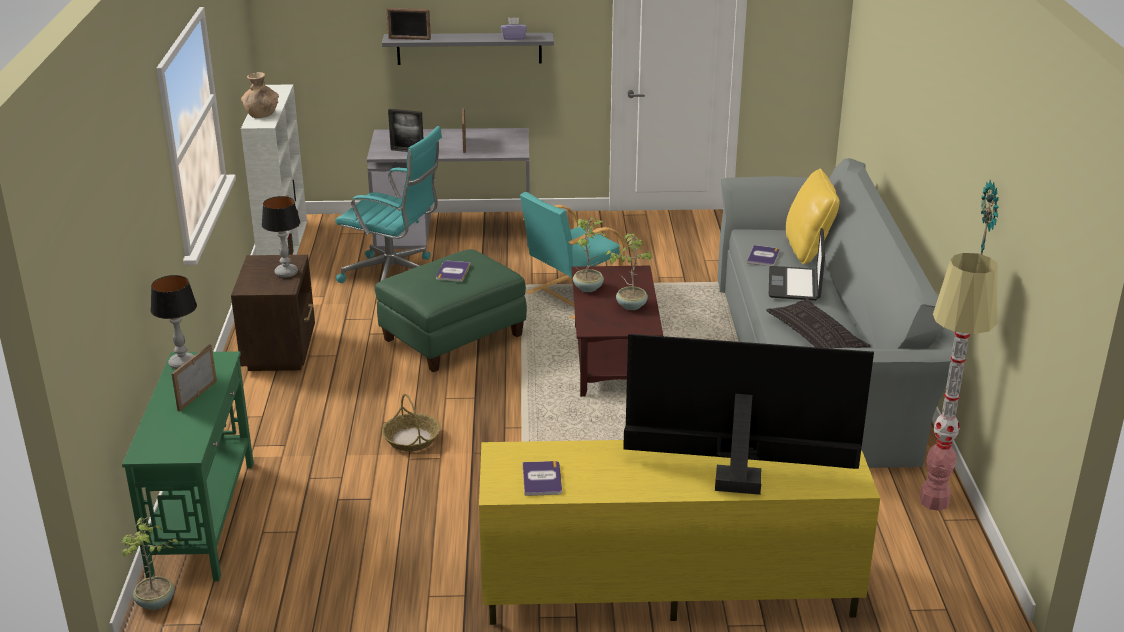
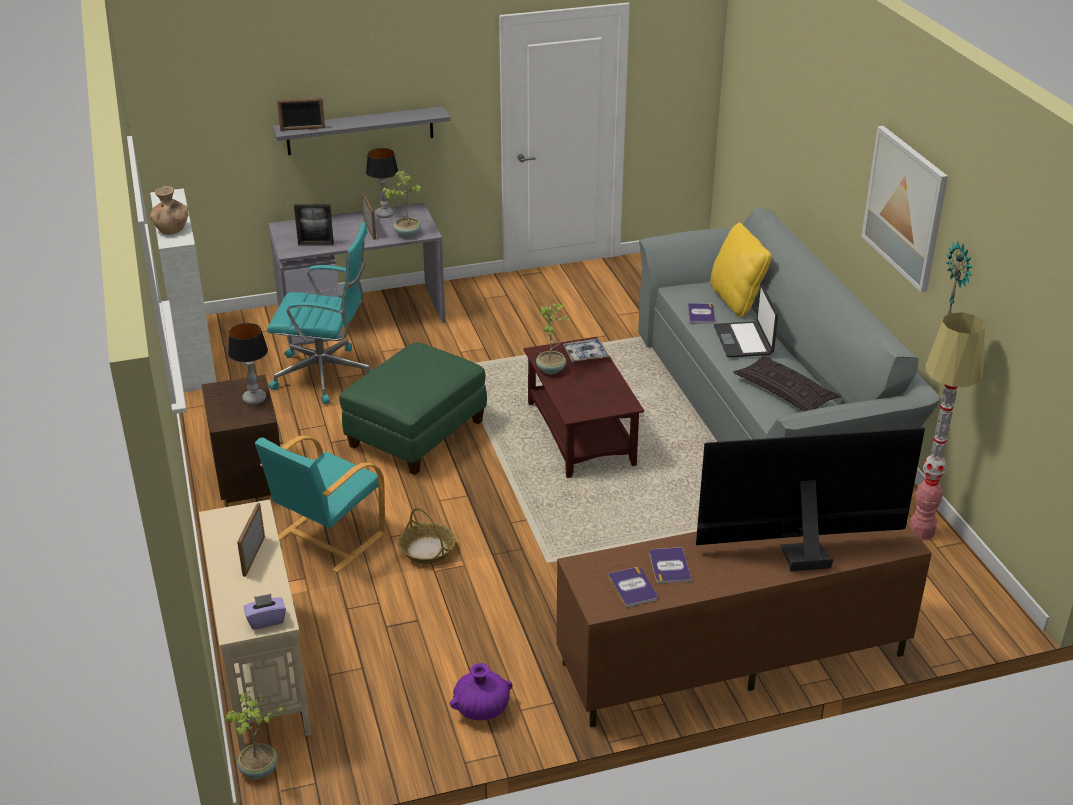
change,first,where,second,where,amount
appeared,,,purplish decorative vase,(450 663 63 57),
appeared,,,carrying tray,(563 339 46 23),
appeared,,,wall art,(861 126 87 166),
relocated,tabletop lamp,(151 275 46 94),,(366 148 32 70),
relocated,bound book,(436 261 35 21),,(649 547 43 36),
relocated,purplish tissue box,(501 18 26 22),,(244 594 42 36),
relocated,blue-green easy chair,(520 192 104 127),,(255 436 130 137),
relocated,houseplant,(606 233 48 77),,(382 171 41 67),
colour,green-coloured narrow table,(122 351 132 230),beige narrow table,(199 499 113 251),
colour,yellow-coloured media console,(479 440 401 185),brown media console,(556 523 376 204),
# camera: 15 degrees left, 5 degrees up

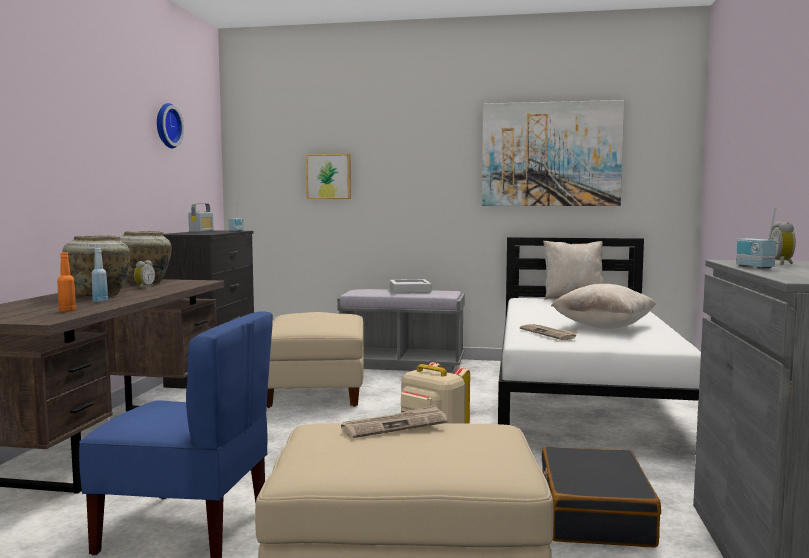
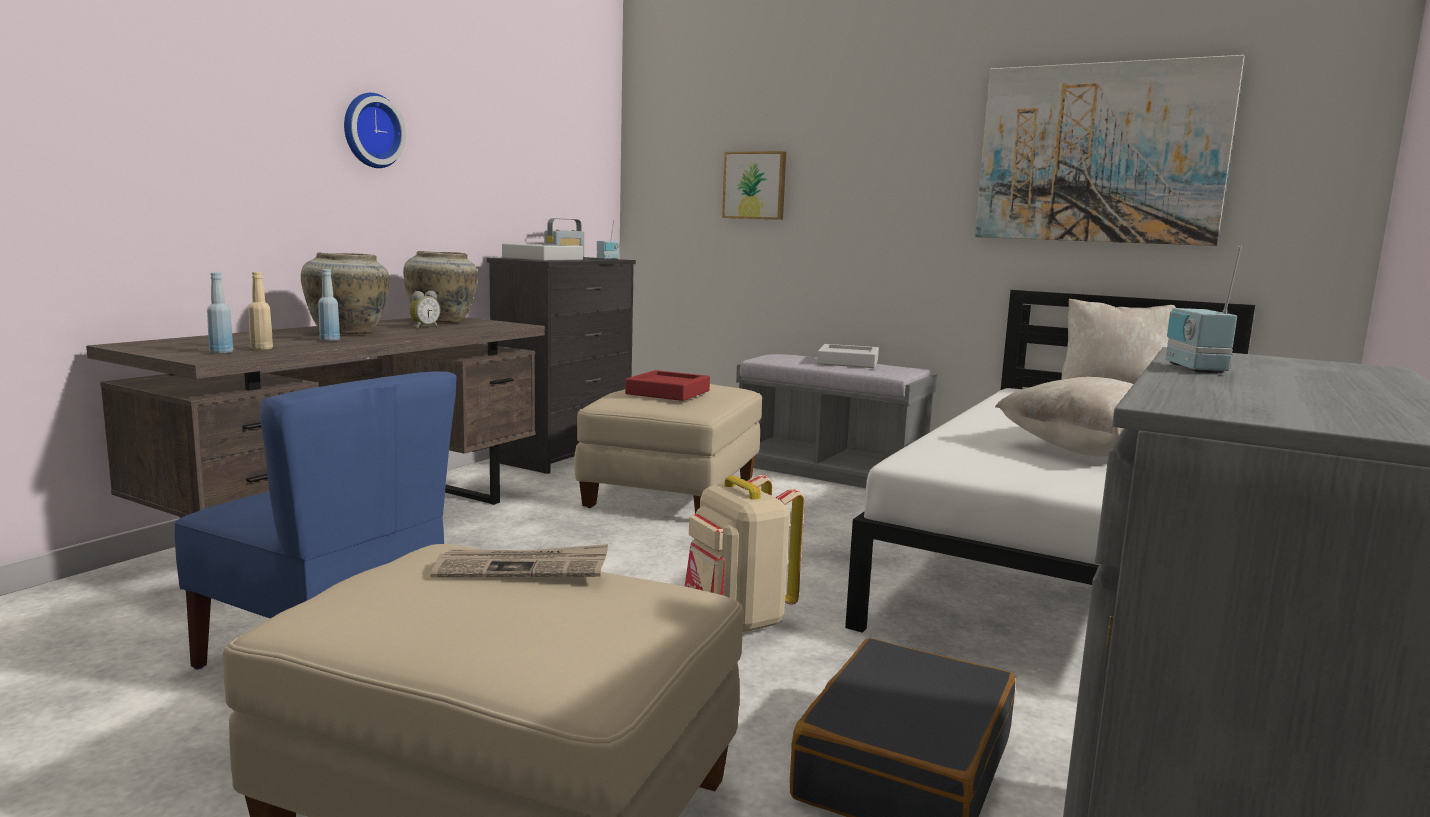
change,first,where,second,where,amount
missing,newspaper,(520 324 59 16),,,
missing,alarm clock,(770 222 26 43),,,
appeared,,,blue-coloured bottle,(207 272 26 82),
appeared,,,greyish carrying tray,(502 243 81 18),
appeared,,,reddish carrying tray,(625 370 85 31),
relocated,wall clock,(157 103 27 45),,(344 93 62 75),
colour,orange-coloured bottle,(57 252 19 60),beige bottle,(248 272 25 78),
# camera: 20 degrees right, 5 degrees up

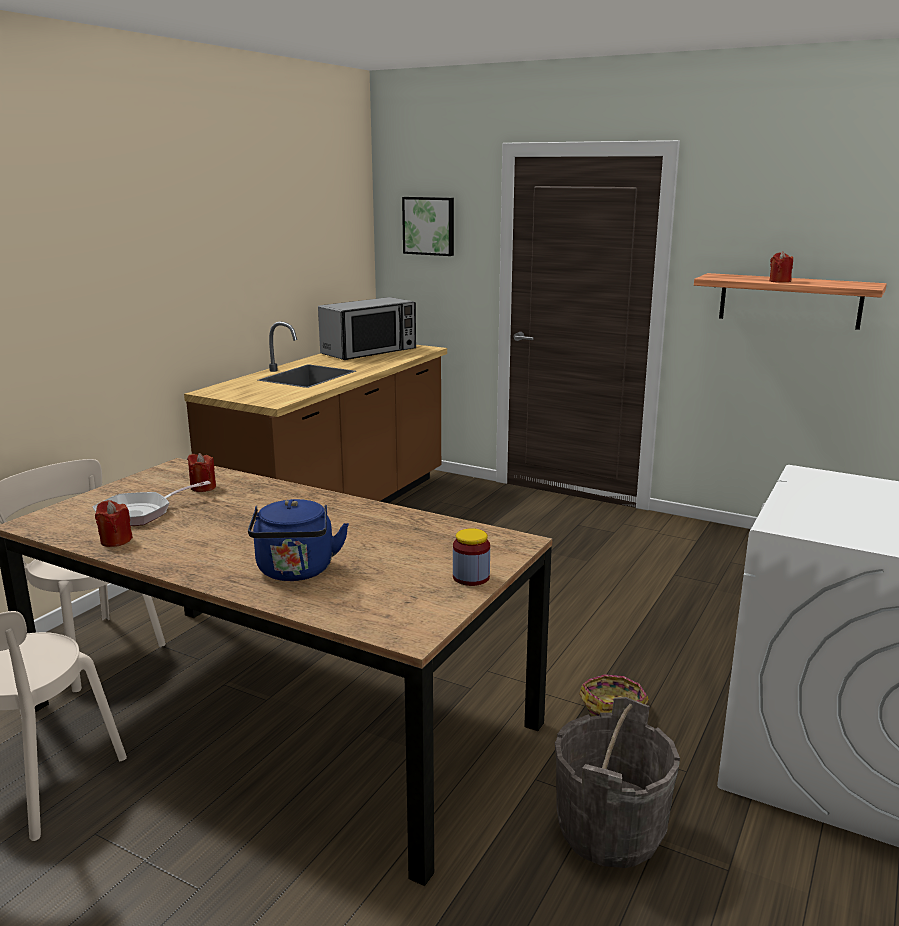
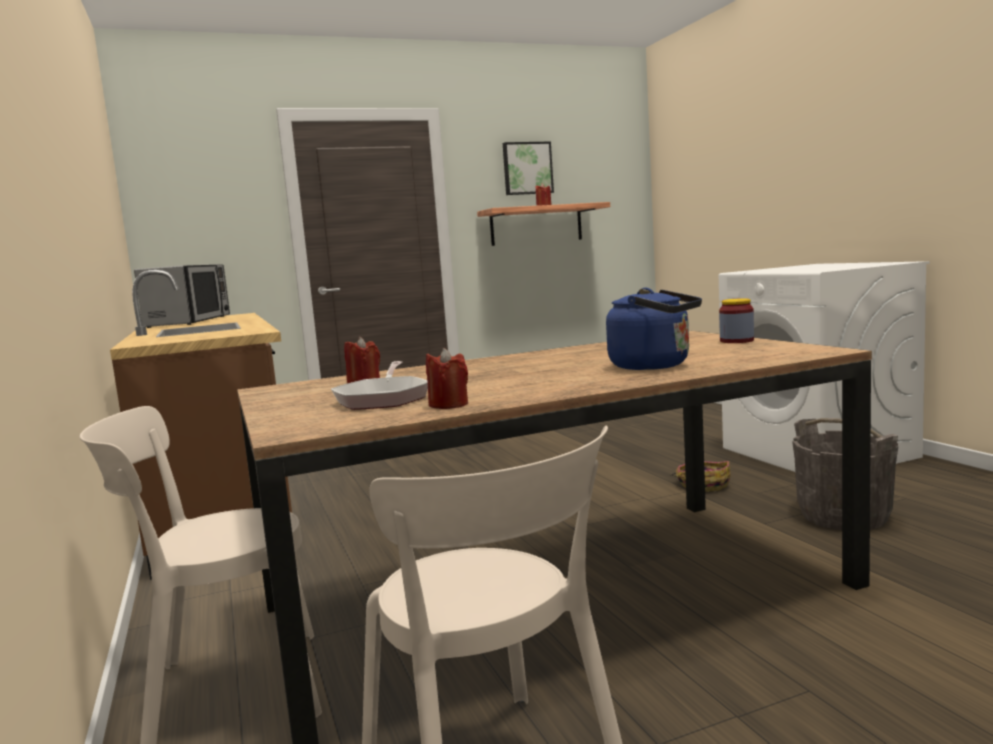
change,first,where,second,where,amount
relocated,wall art,(402 197 52 59),,(503 142 51 53),
# camera: 50 degrees left, 10 degrees down

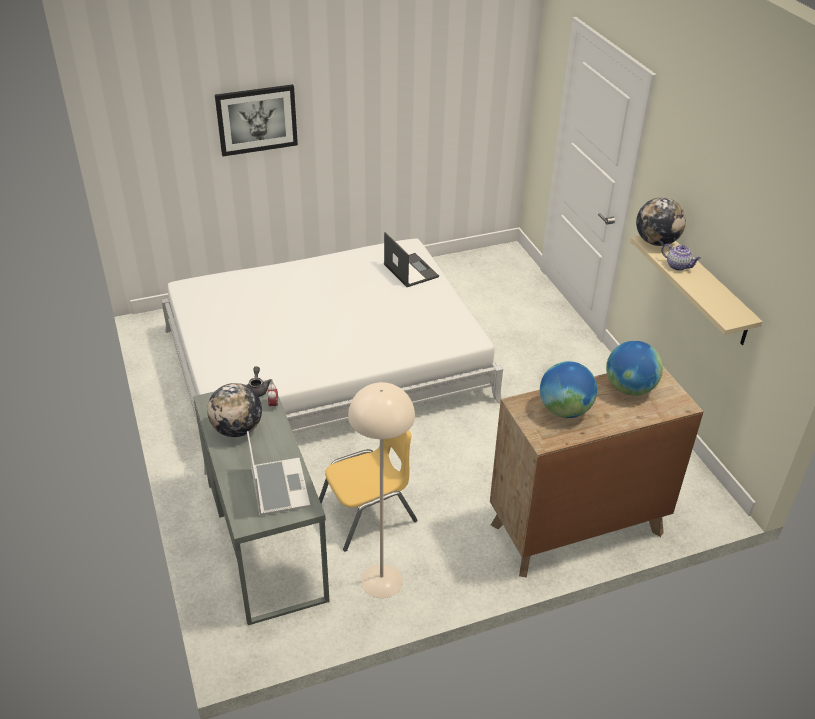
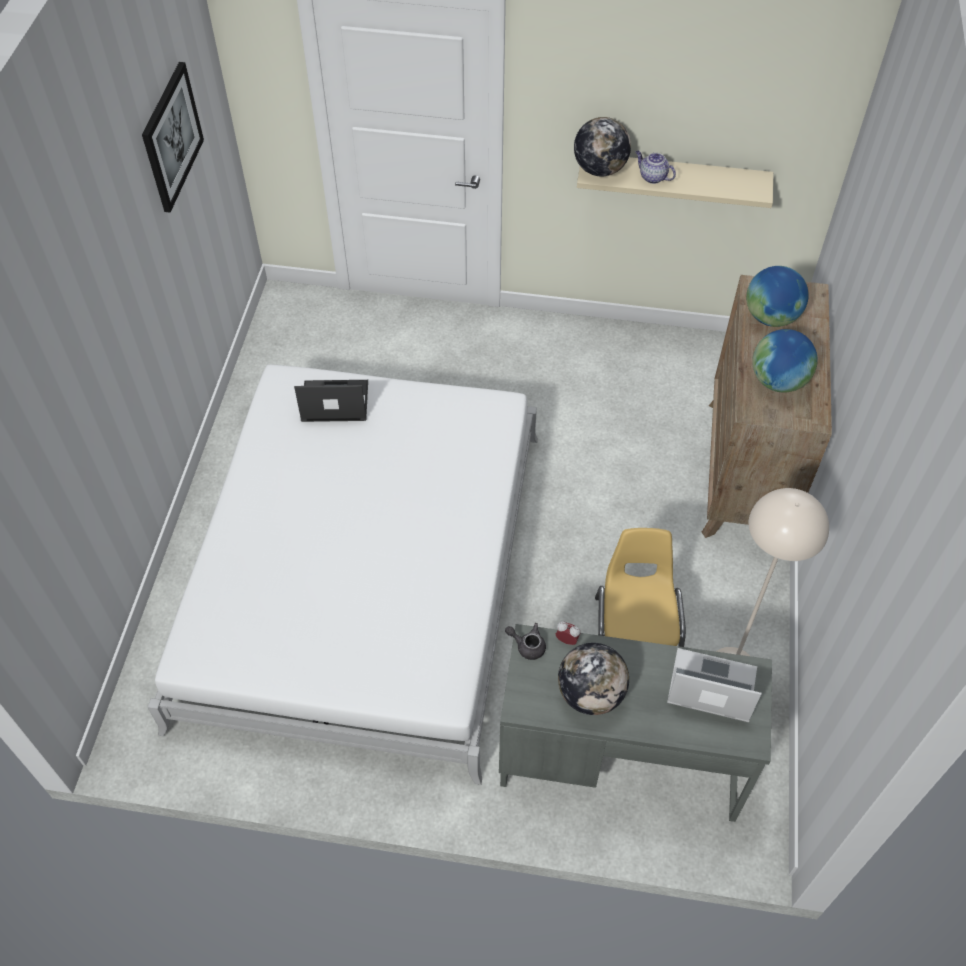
change,first,where,second,where,amount
relocated,wall art,(215 84 83 72),,(142 62 62 151),
spun,teapot,(661 244 40 27),,(636 151 40 33),120 degrees counterclockwise
# camera: 60 degrees left, 15 degrees up

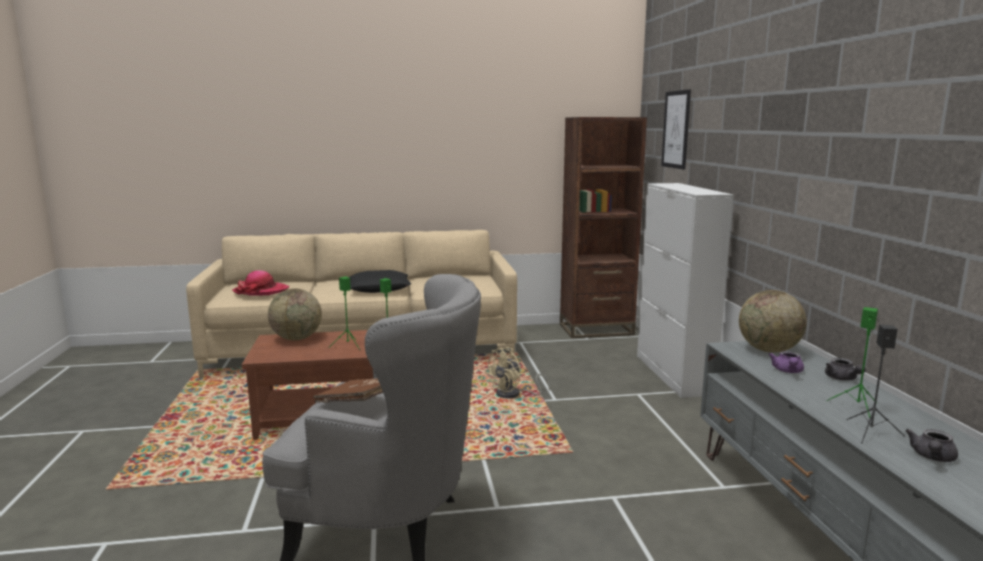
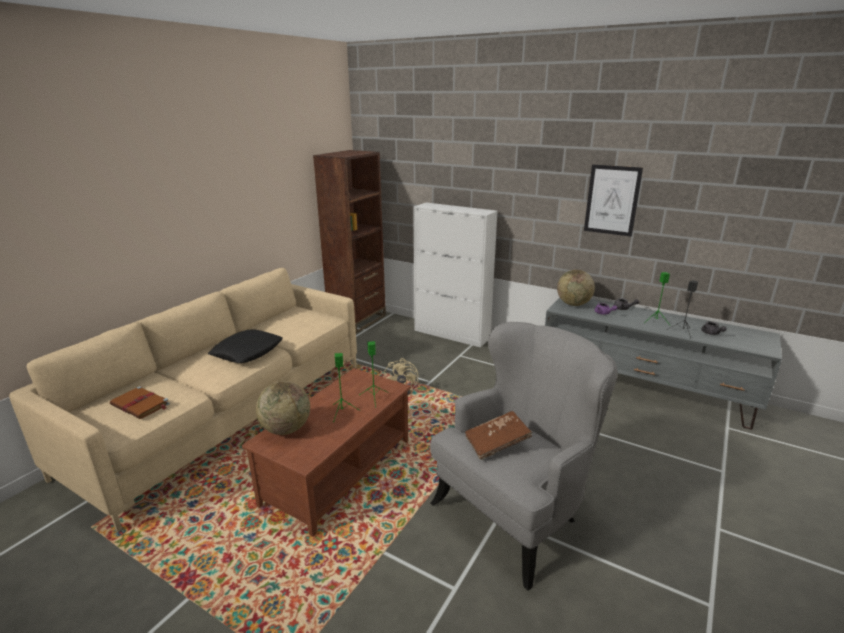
change,first,where,second,where,amount
relocated,wall art,(661 90 30 80),,(584 164 59 73),
exchanged,clothing hat,(232 270 57 26),brown bound book,(110 386 60 33),
# camera: 50 degrees left, 10 degrees up

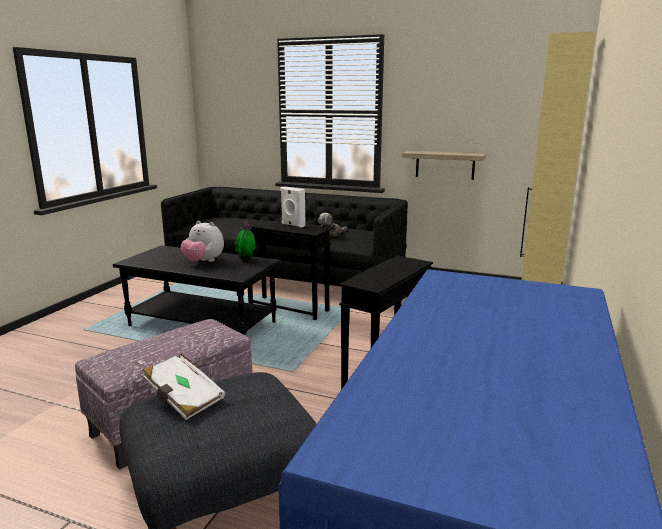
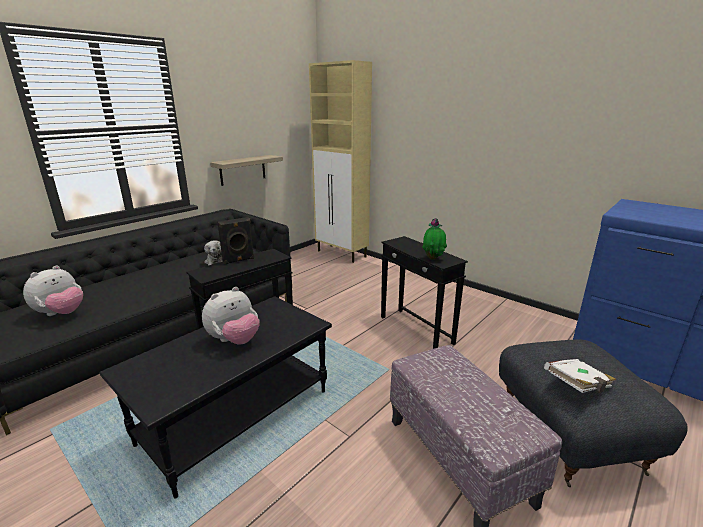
change,first,where,second,where,amount
appeared,,,cuddly toy,(23 265 60 51),
relocated,houseplant,(235 221 21 39),,(422 218 25 42),
colour,white-coloured speaker,(281 187 24 41),black-coloured speaker,(217 217 37 48),
# camera: 70 degrees left, 5 degrees up

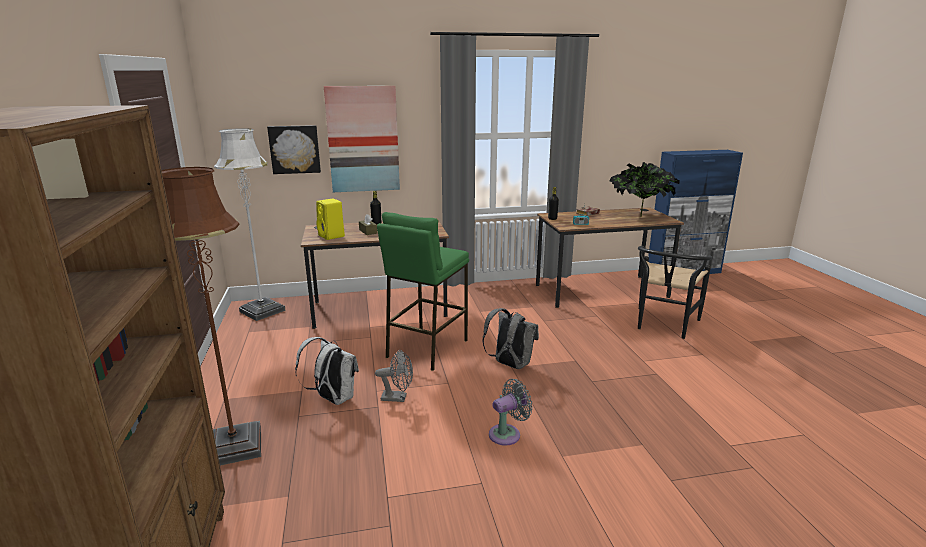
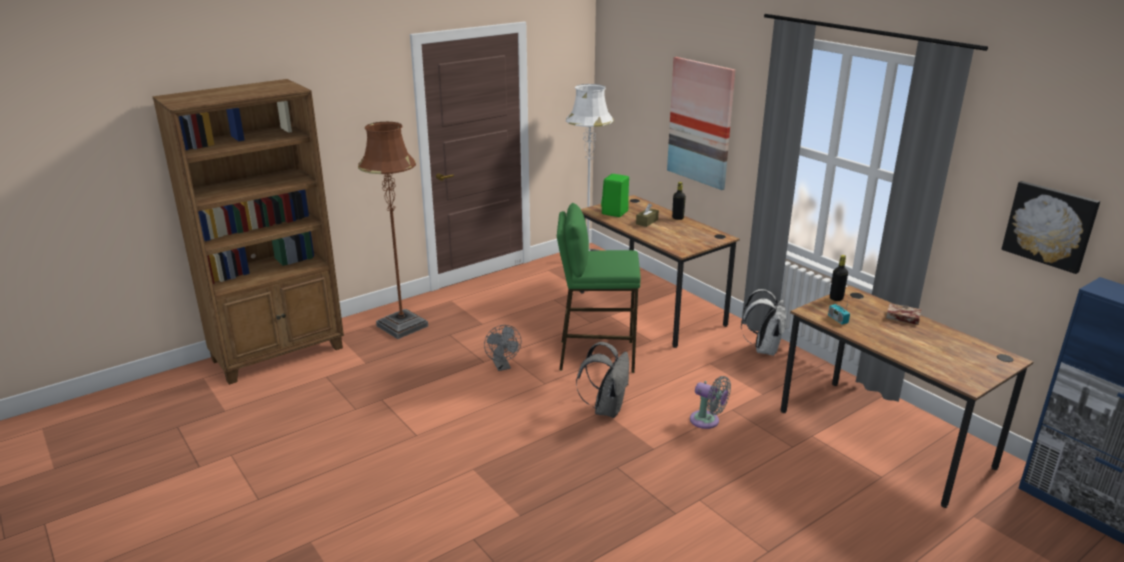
change,first,where,second,where,amount
missing,houseplant,(609 162 71 55),,,
missing,black-coloured plain chair,(638 246 75 93),,,
relocated,wall art,(267 125 54 49),,(1001 181 99 93),
relocated,white-coloured backpack,(295 337 64 68),,(741 289 46 67),
relocated,greyish fan,(489 379 44 67),,(690 376 41 53),
colour,yellow-coloured speaker,(316 199 29 41),green-coloured speaker,(601 174 28 43),
# camera: 65 degrees right, 5 degrees up

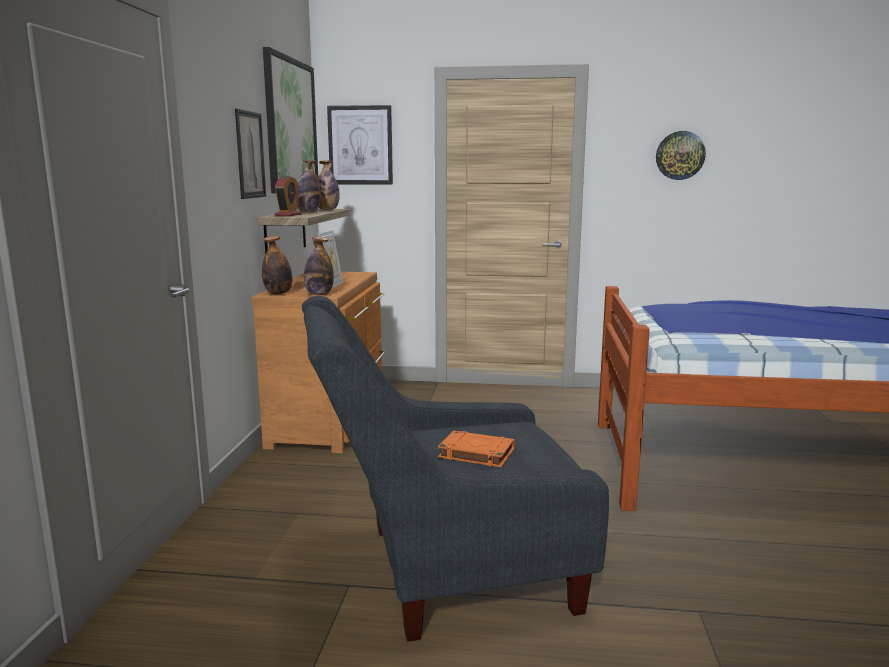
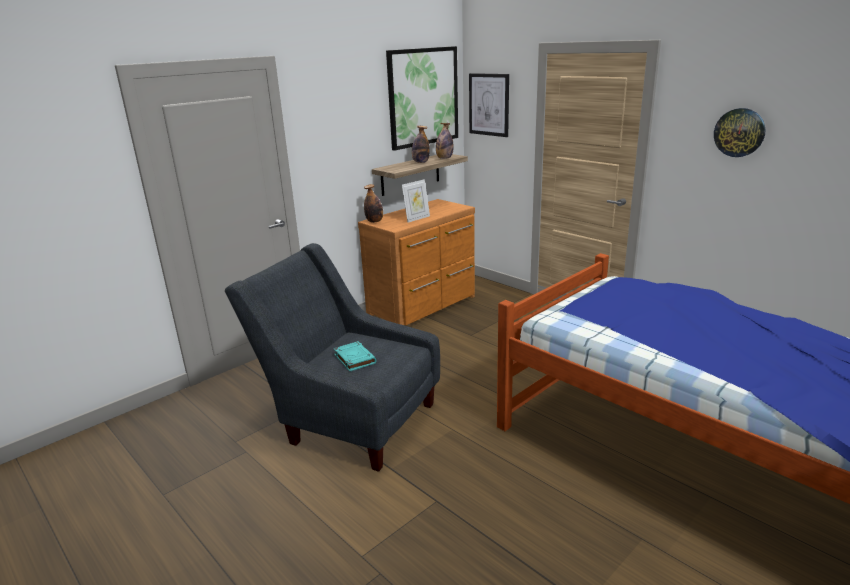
change,first,where,second,where,amount
missing,wall art,(235 109 31 90),,,
missing,alarm clock,(275 175 27 41),,,
missing,bottle,(304 237 30 58),,,
colour,orange-coloured bound book,(438 431 77 36),blue-green bound book,(334 341 43 30),
# camera: 40 degrees right, 10 degrees up

